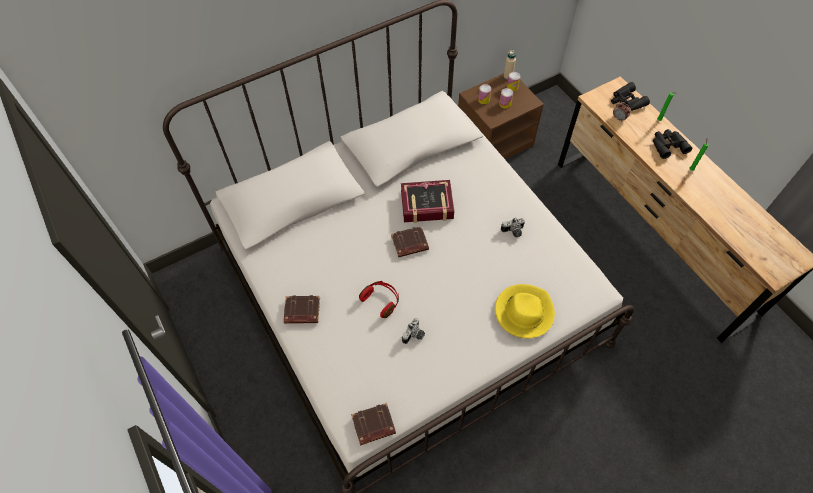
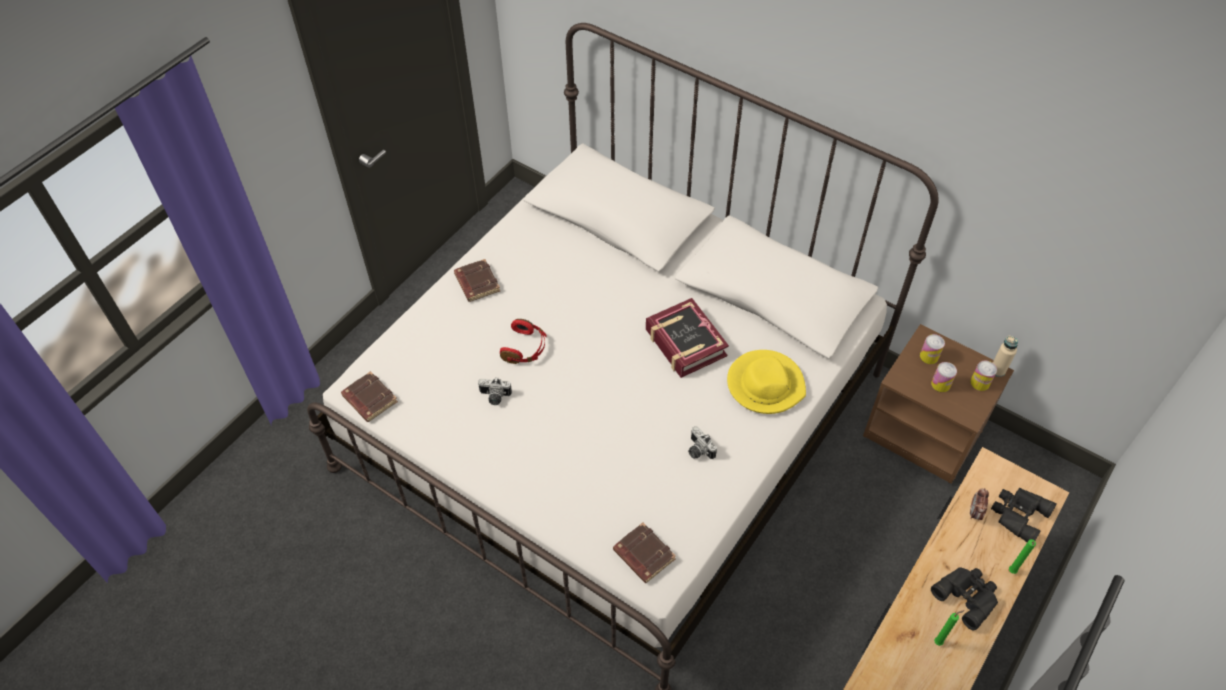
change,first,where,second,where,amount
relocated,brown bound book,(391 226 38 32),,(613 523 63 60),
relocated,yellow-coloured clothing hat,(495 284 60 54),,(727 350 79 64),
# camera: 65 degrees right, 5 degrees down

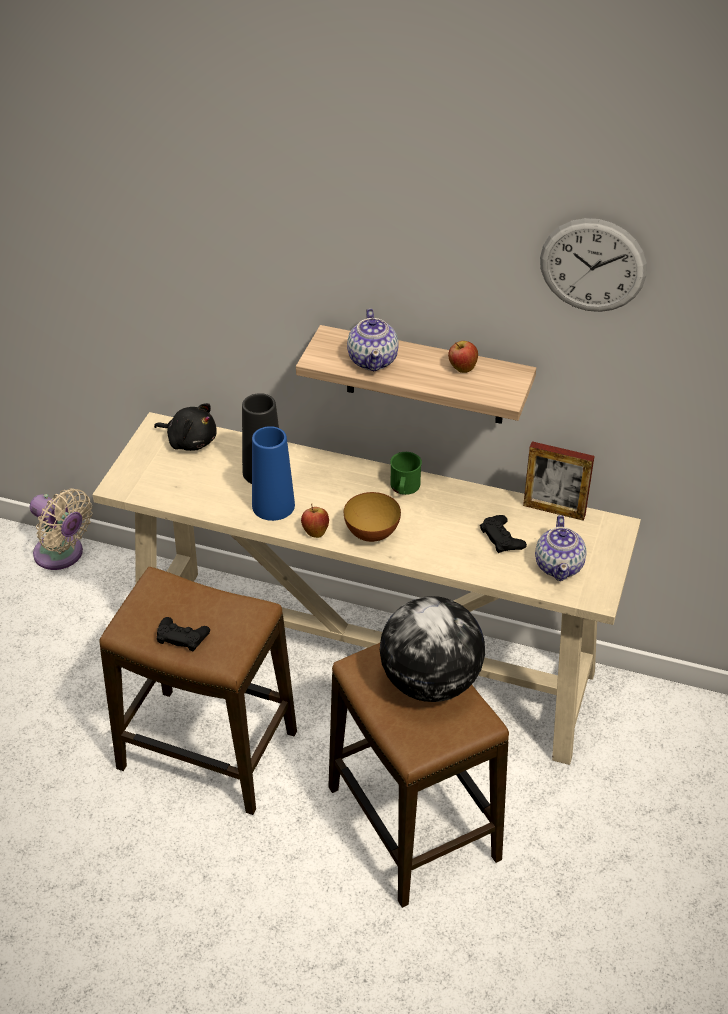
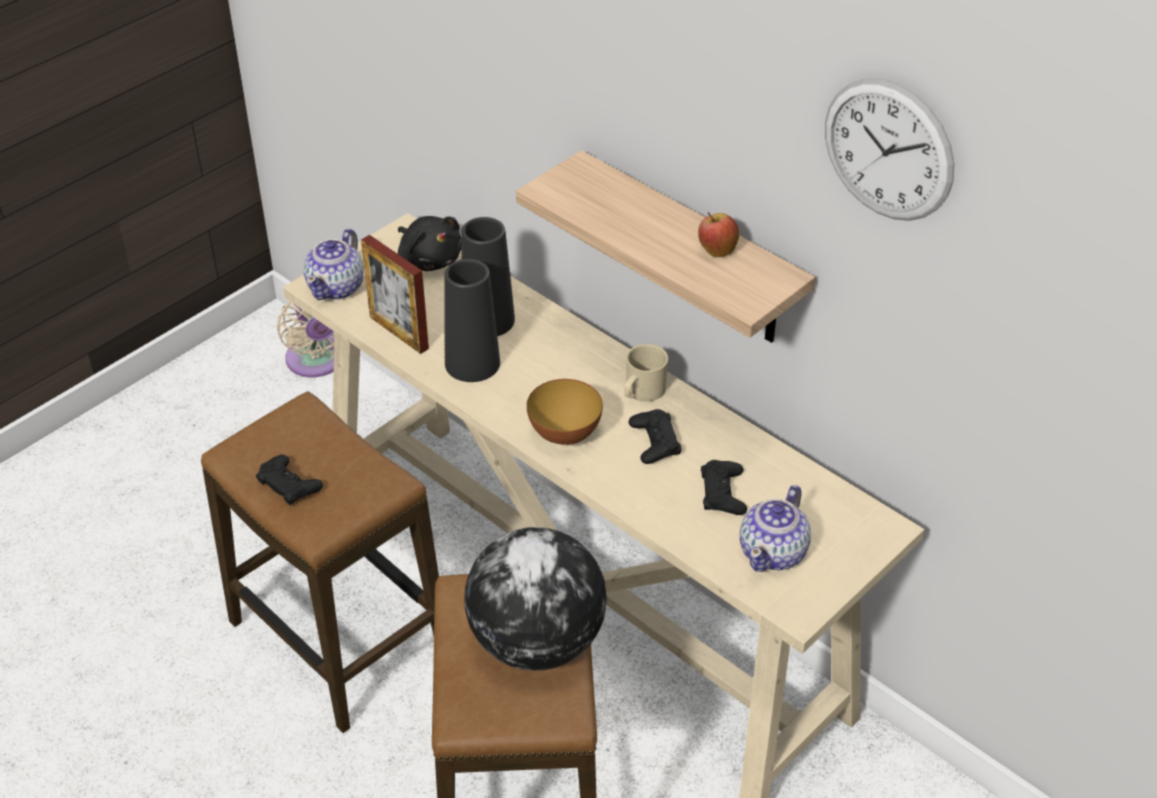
change,first,where,second,where,amount
missing,apple fruit,(301 504 28 34),,,
appeared,,,black-coloured joypad,(629 409 53 55),
relocated,teapot,(347 309 52 63),,(304 229 60 71),
relocated,standing frame,(523 441 72 80),,(361 235 68 119),
colour,blue-coloured decorative vase,(252 426 43 95),black-coloured decorative vase,(444 259 56 123),
colour,green-coloured tea mug,(390 452 32 43),beige tea mug,(624 344 44 57),
# camera: 25 degrees right, 0 degrees up

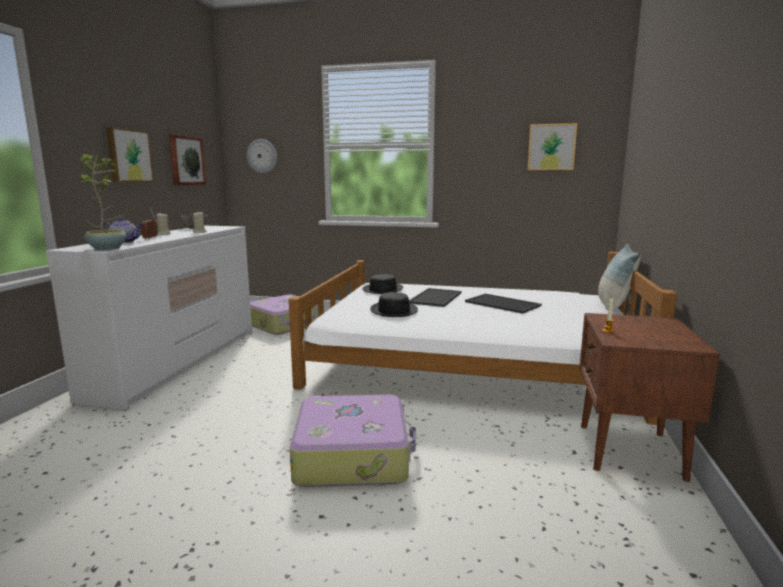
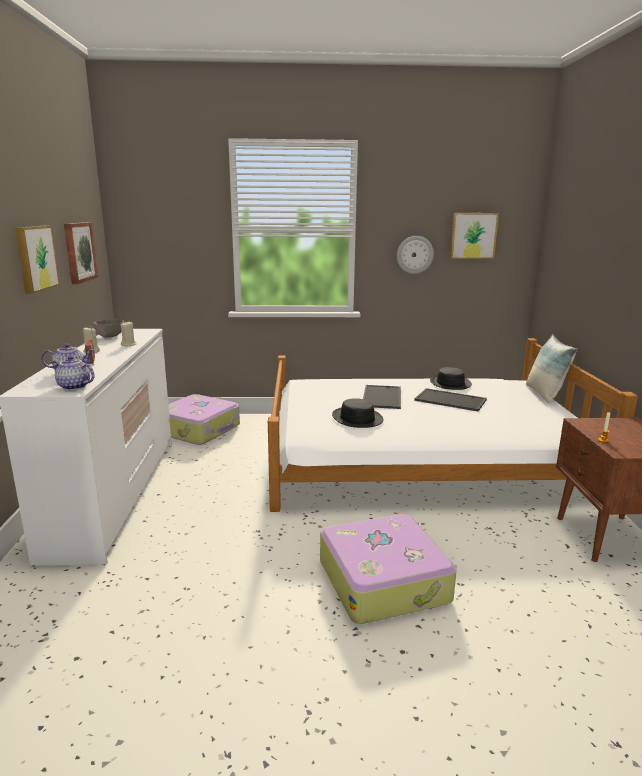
change,first,where,second,where,amount
relocated,wall clock,(247 139 30 34),,(397 236 37 38),
relocated,black-coloured clothing hat,(362 274 41 20),,(430 367 42 23),
exchanged,houseplant,(80 154 47 96),teapot,(51 356 43 34),
# camera: 15 degrees left, 5 degrees up

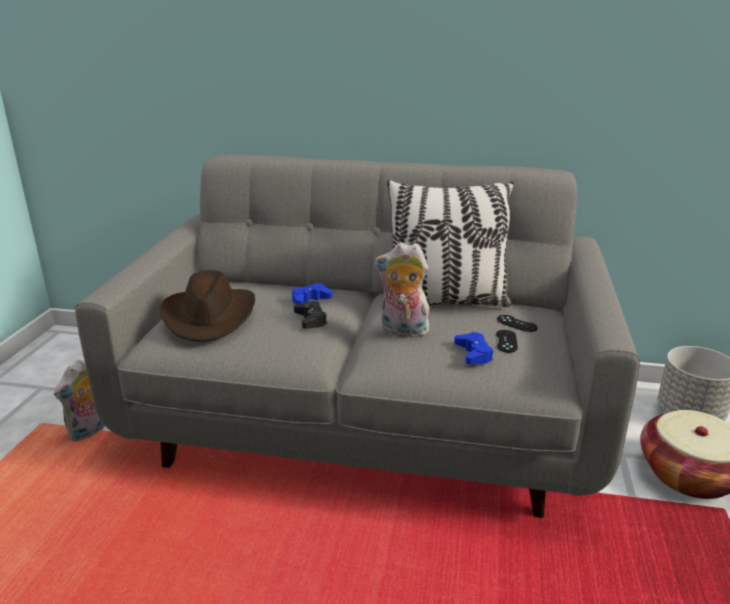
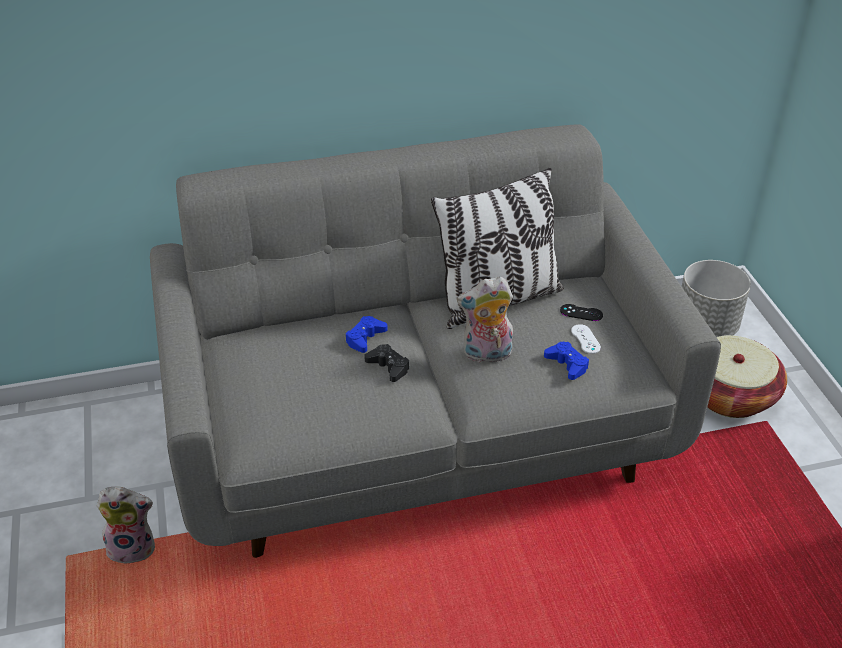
change,first,where,second,where,amount
missing,brown clothing hat,(161 270 94 72),,,
colour,black-coloured joypad,(496 330 22 23),white-coloured joypad,(571 324 30 30),
spun,cuddly toy,(54 360 51 81),,(97 487 58 76),90 degrees counterclockwise
# camera: 25 degrees left, 15 degrees up

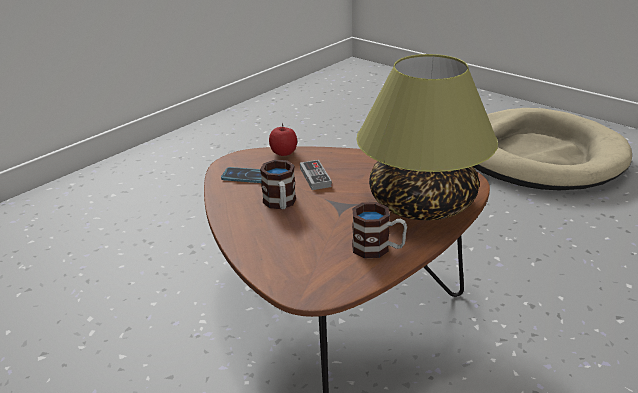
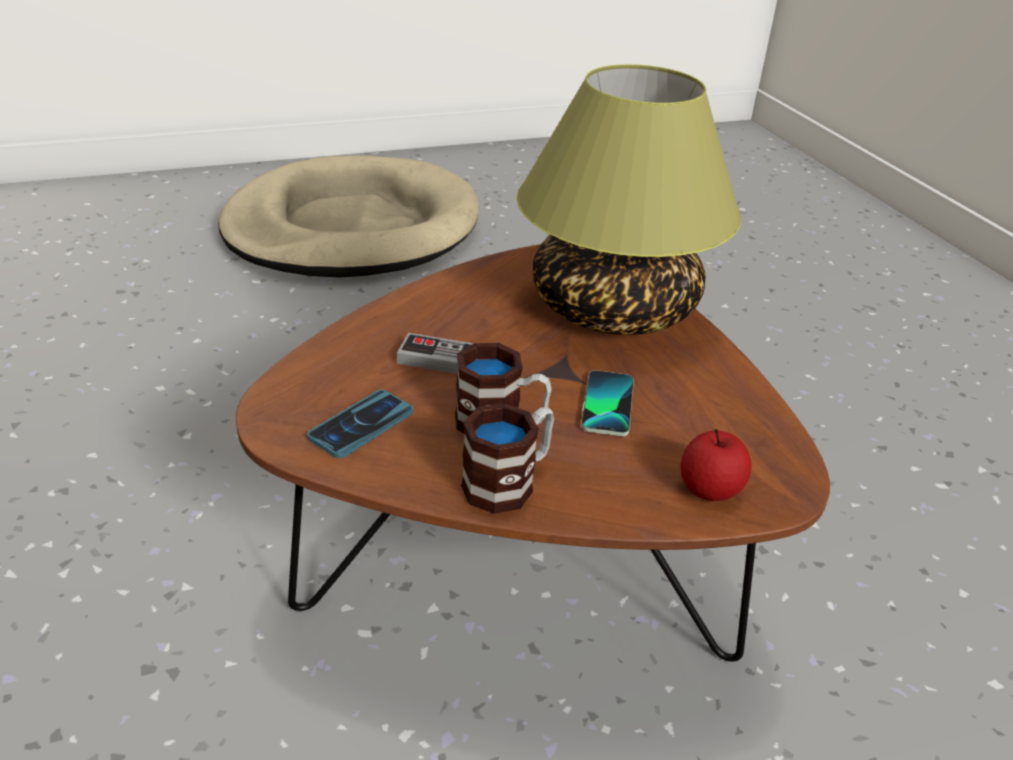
change,first,where,second,where,amount
appeared,,,handset,(581 370 53 67),
relocated,apple fruit,(269 123 28 33),,(680 429 72 72),
relocated,tea mug,(352 202 55 56),,(461 403 93 111),
# camera: 65 degrees left, 5 degrees up

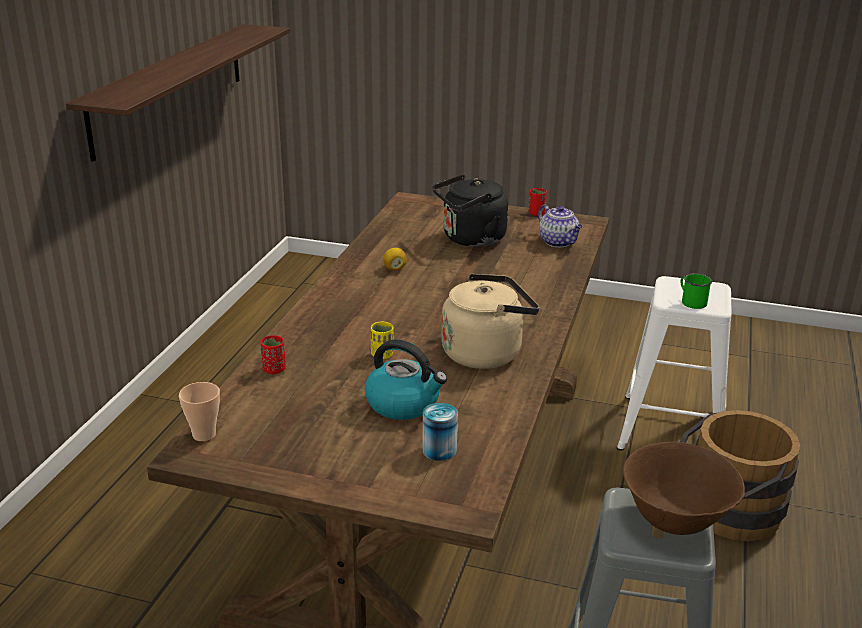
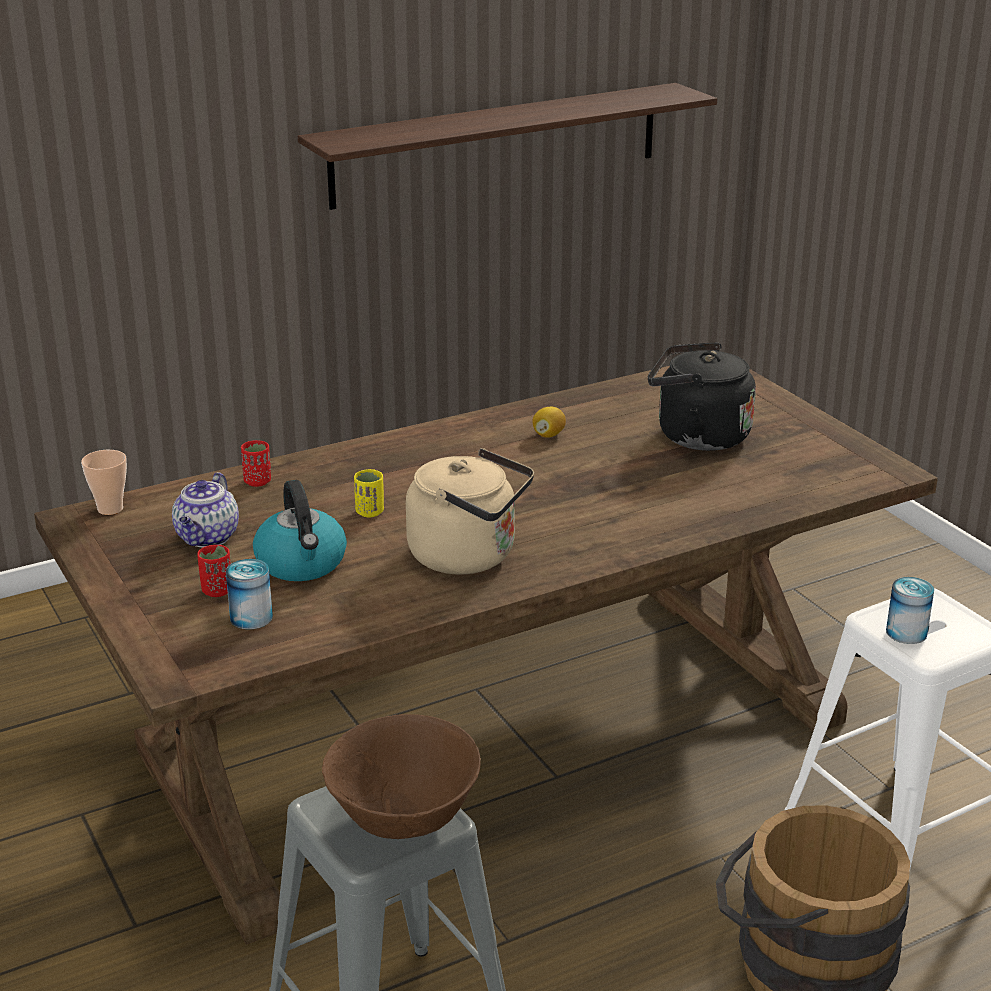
change,first,where,second,where,amount
relocated,reddish small cup,(529 188 18 28),,(197 545 34 52),
relocated,teapot,(538 205 45 42),,(172 472 67 75),
exchanged,green-coloured tea mug,(680 273 32 36),metal can,(886 577 48 67),
# camera: 45 degrees right, 0 degrees up

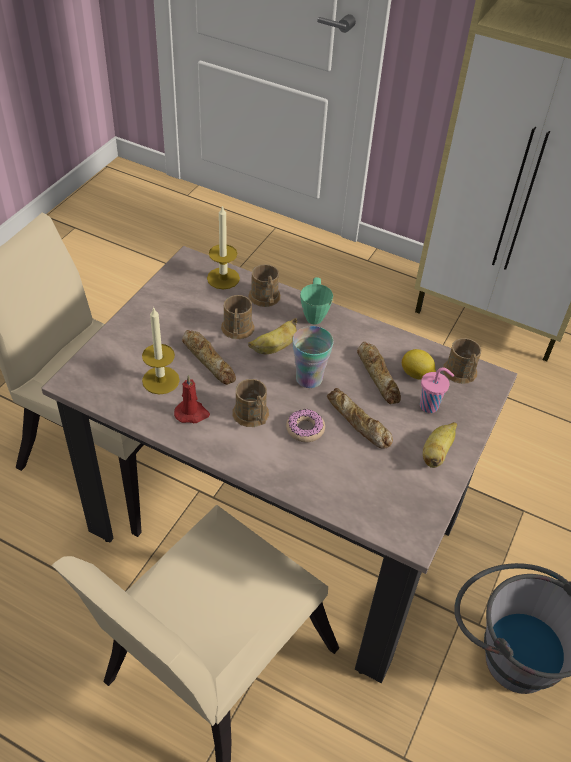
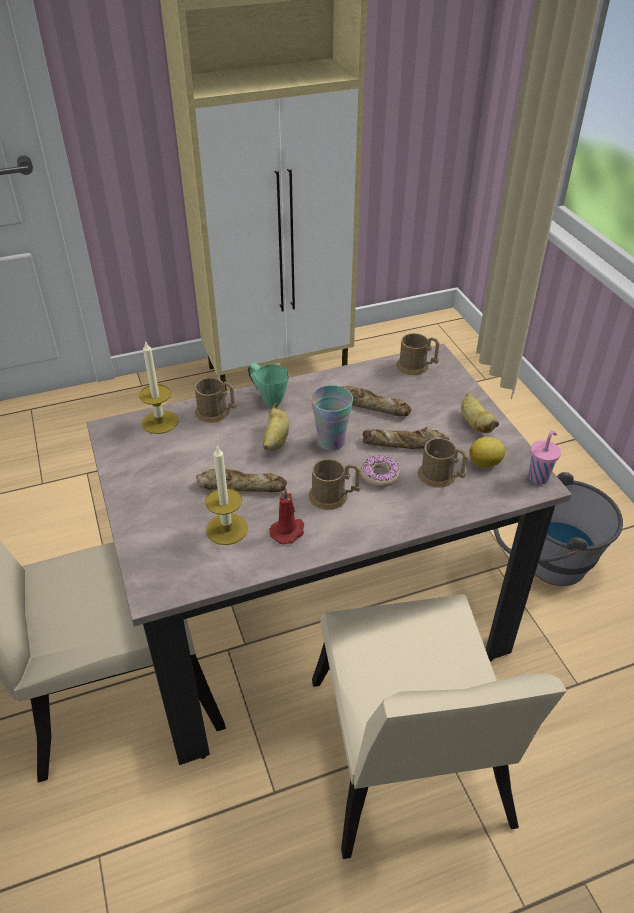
change,first,where,second,where,amount
relocated,brown tea mug,(221 295 34 44),,(418 438 49 50),
relocated,whole lemon,(402 349 34 31),,(469 437 37 31),
relocated,pinkish small cup,(420 367 34 46),,(528 430 33 55),
# camera: 45 degrees left, 5 degrees down

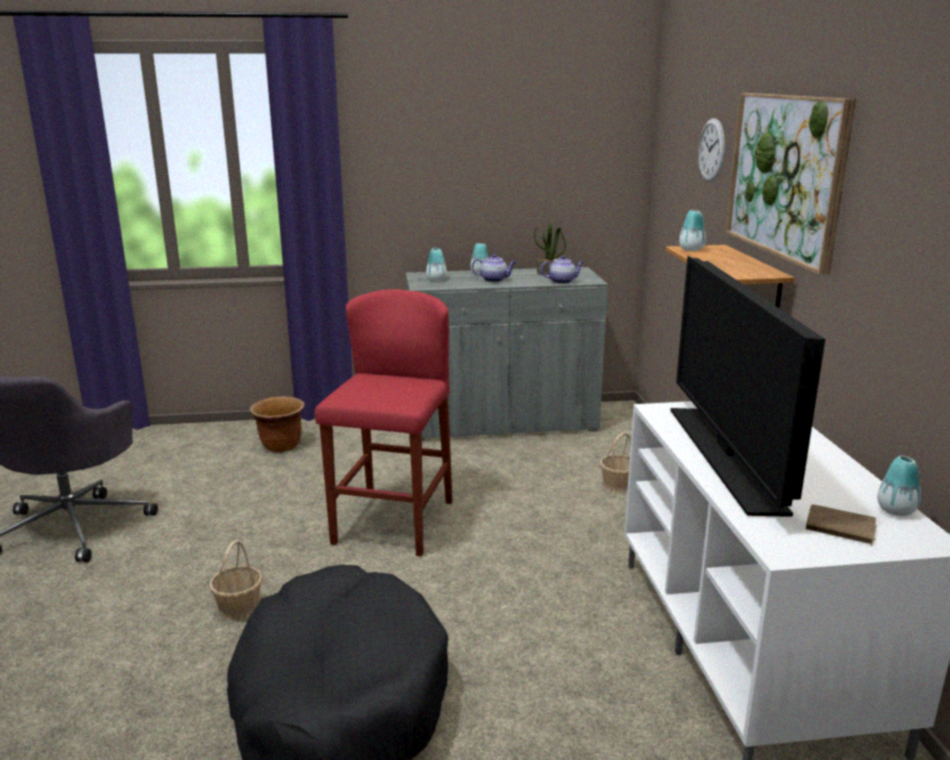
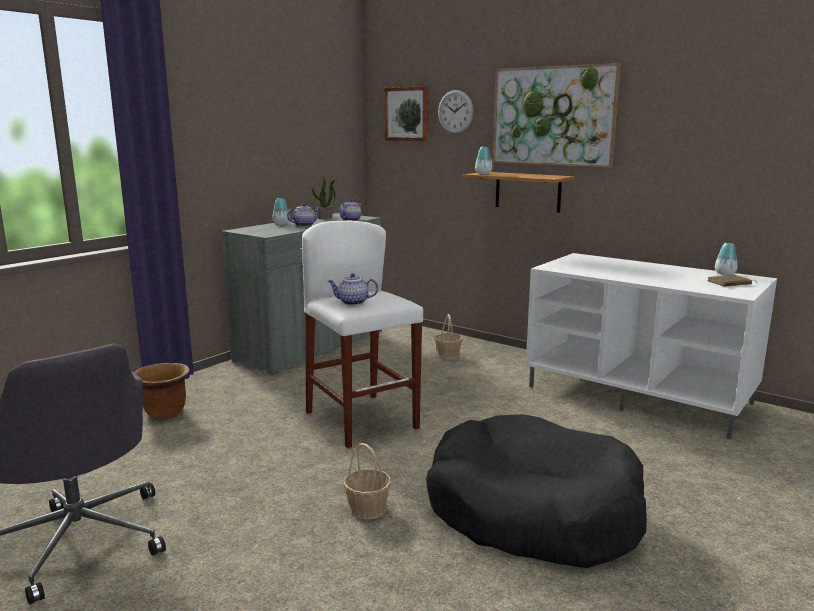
change,first,where,second,where,amount
missing,decorative vase,(426 248 21 33),,,
missing,television,(670 256 155 261),,,
appeared,,,teapot,(328 273 50 32),
appeared,,,wall art,(384 86 45 55),
colour,reddish sitting stool,(315 289 138 268),white-coloured sitting stool,(302 221 121 227),
# camera: 45 degrees left, 5 degrees down

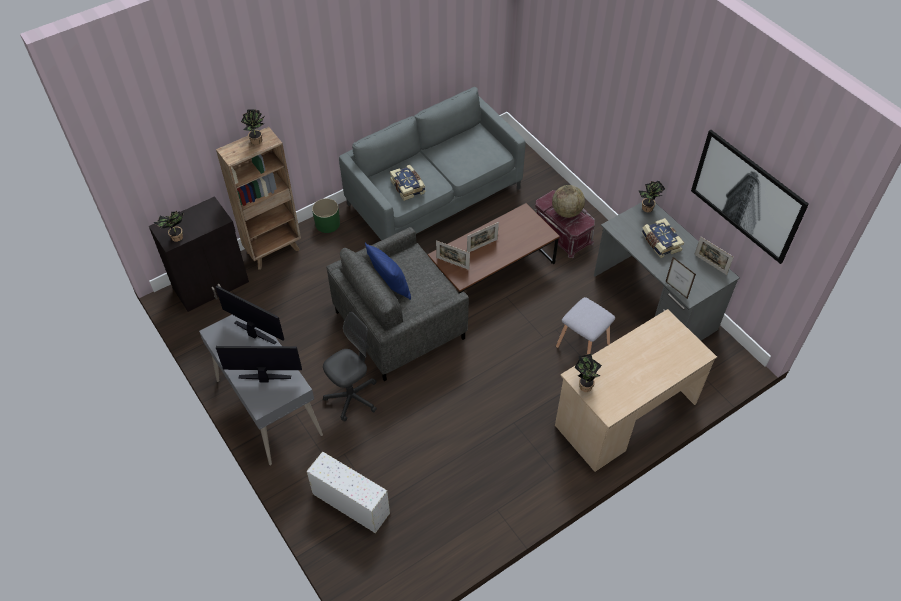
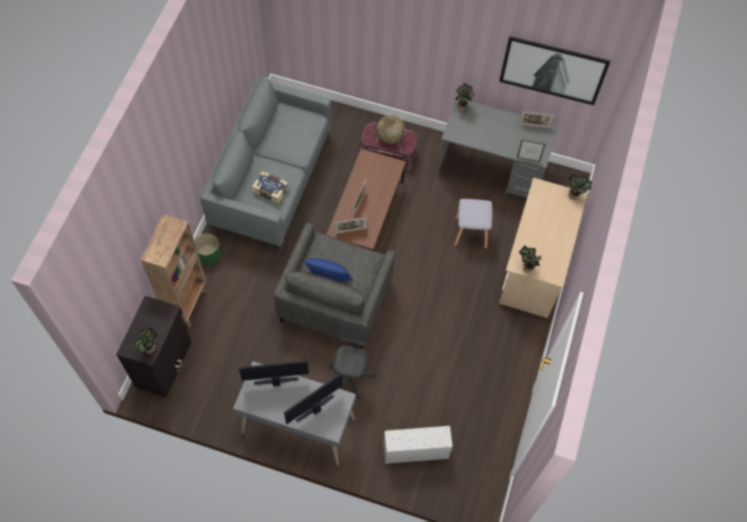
change,first,where,second,where,amount
missing,bound book,(642 218 42 40),,,
relocated,houseplant,(241 109 24 36),,(568 173 24 27),
# camera: 40 degrees left, 10 degrees up

